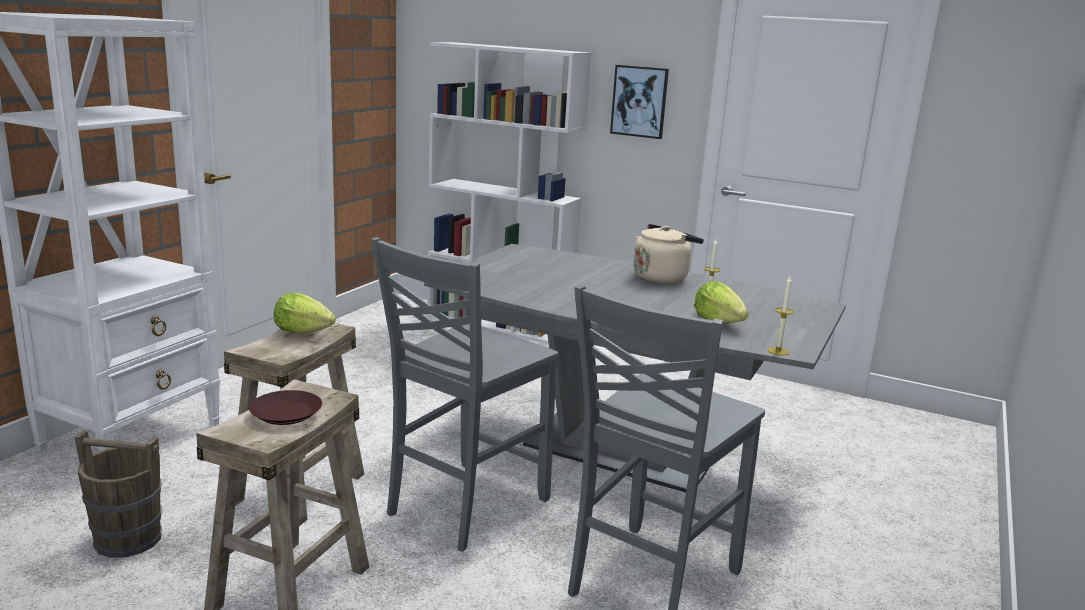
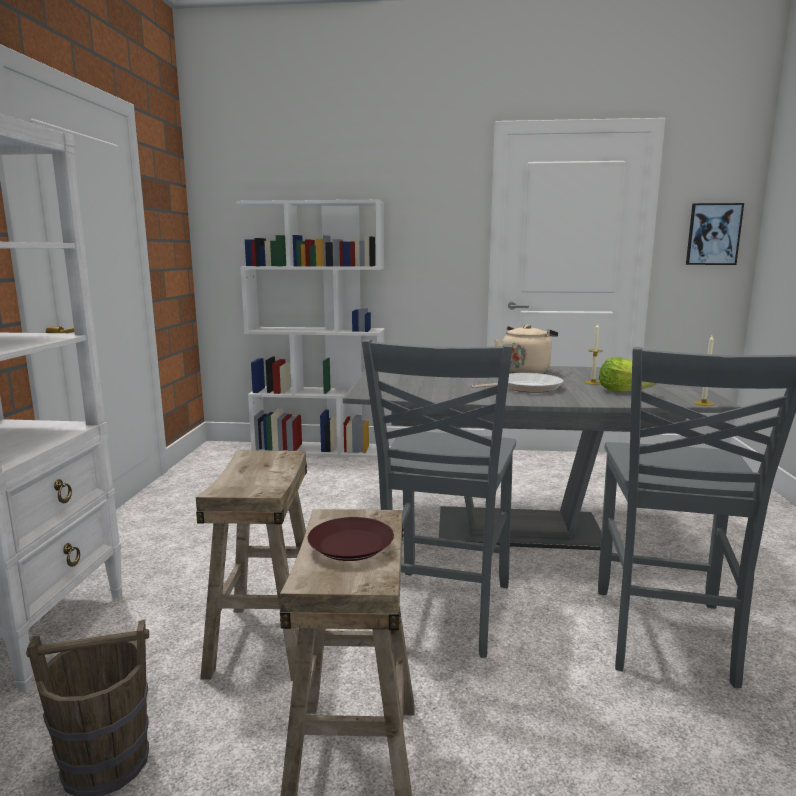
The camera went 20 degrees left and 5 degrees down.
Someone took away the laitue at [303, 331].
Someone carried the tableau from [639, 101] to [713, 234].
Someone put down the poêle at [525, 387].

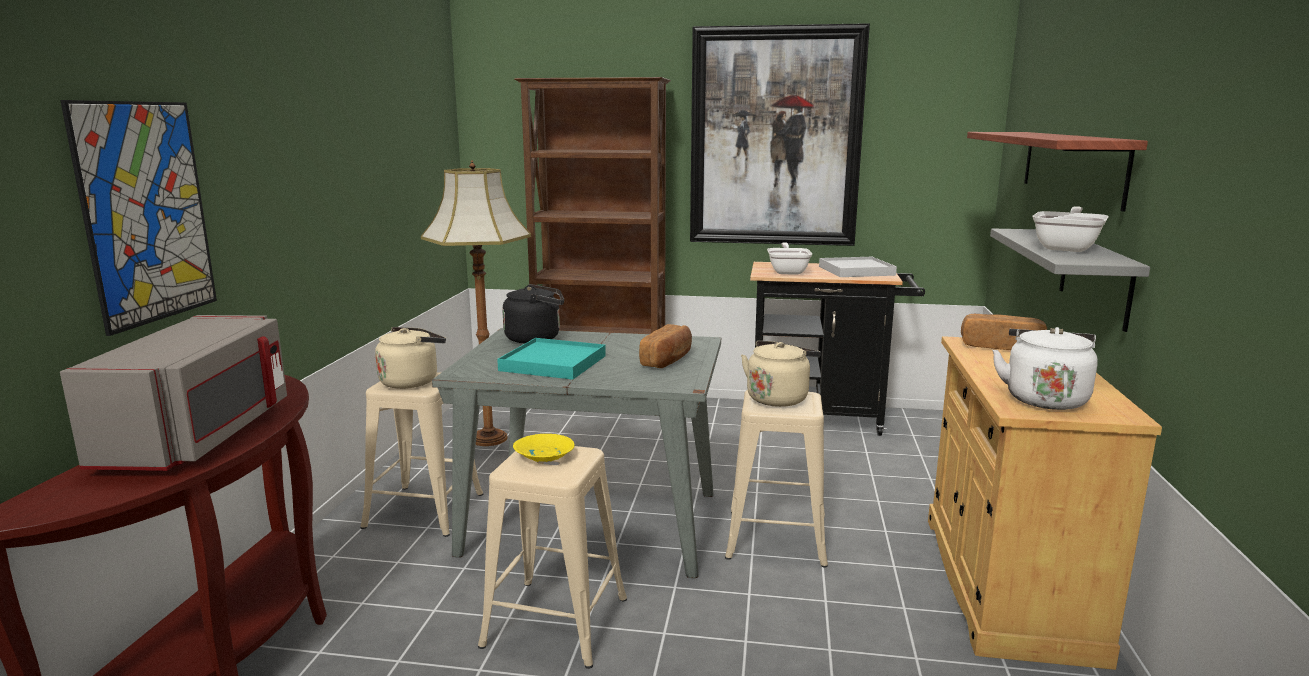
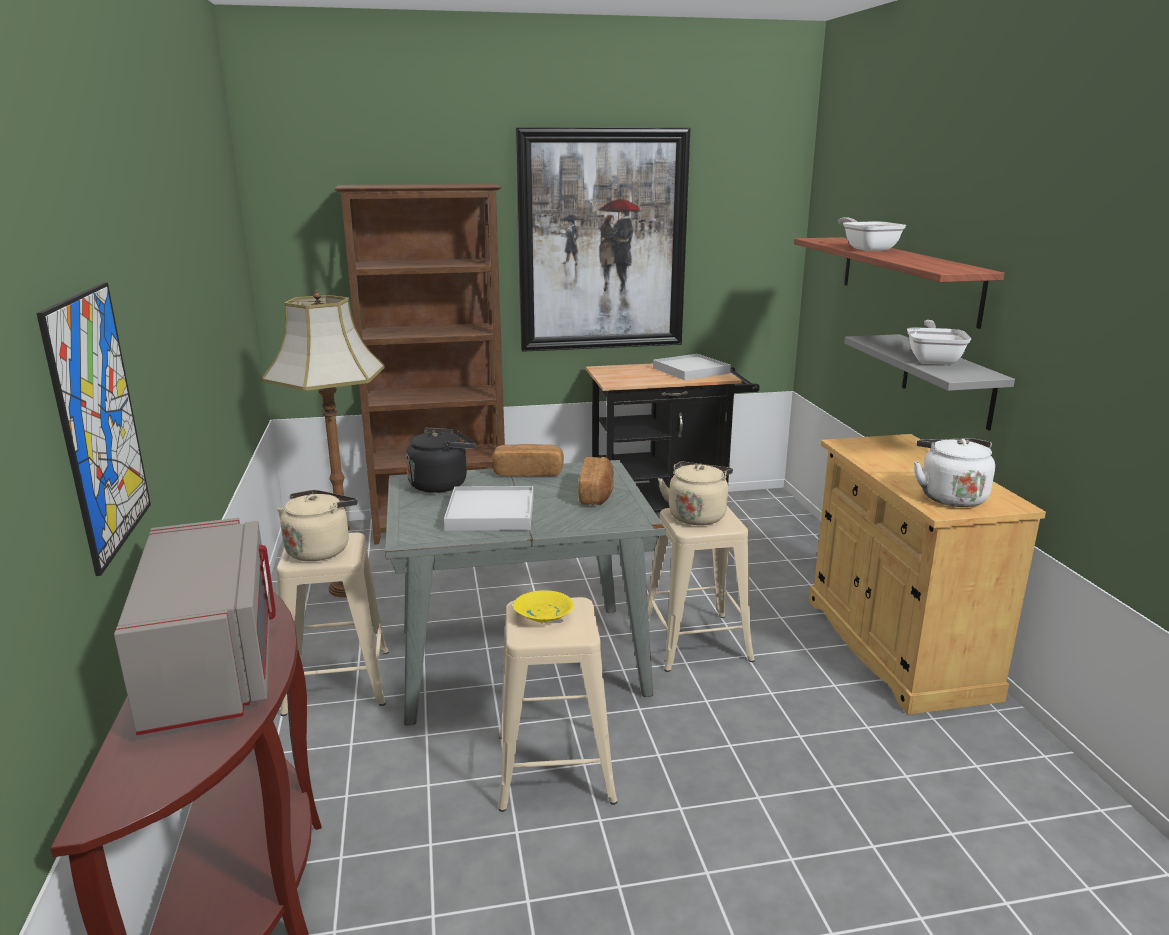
The camera went 20 degrees left and 5 degrees up.
Someone repainted the plateau/turquoise at [553, 363], which became the plateau/blanc at [491, 513].
Someone carried the poêle from [788, 271] to [867, 249].
Someone carried the pain from [1001, 346] to [528, 472].

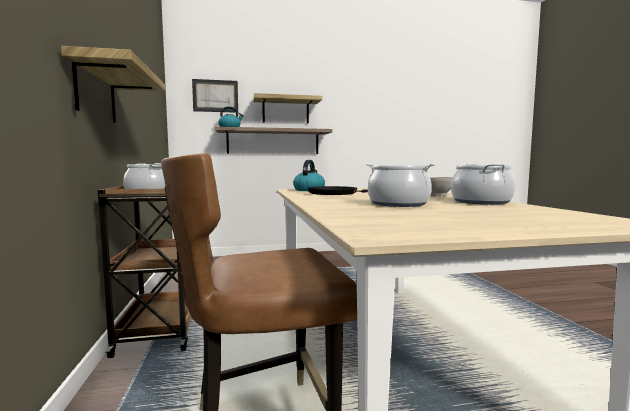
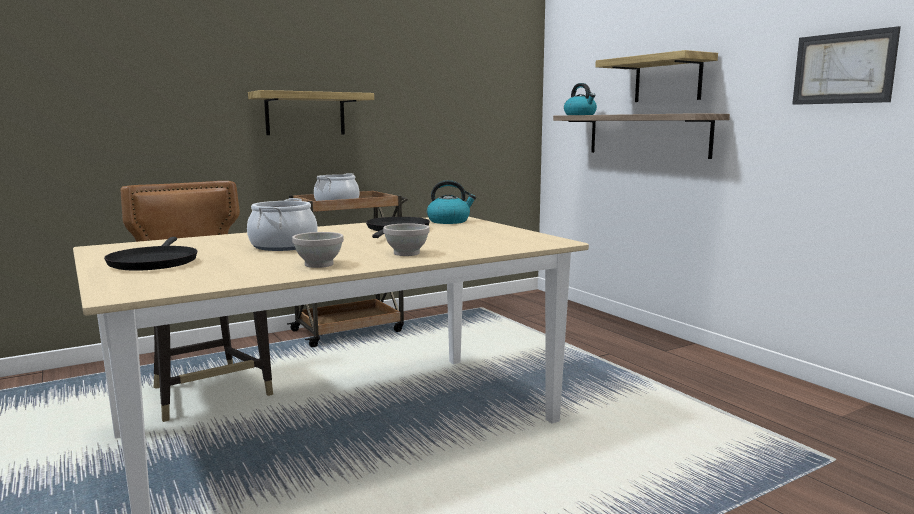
The camera went 70 degrees right and 5 degrees up.
Someone carried the tableau from [215, 96] to [843, 68].
Someone swapped the marmite at [481, 202] for the bol/blanc at [319, 264].
Someone put down the poêle/noir at [154, 262].

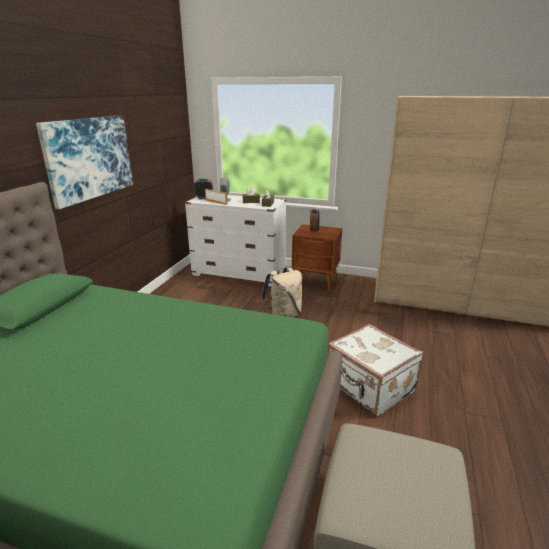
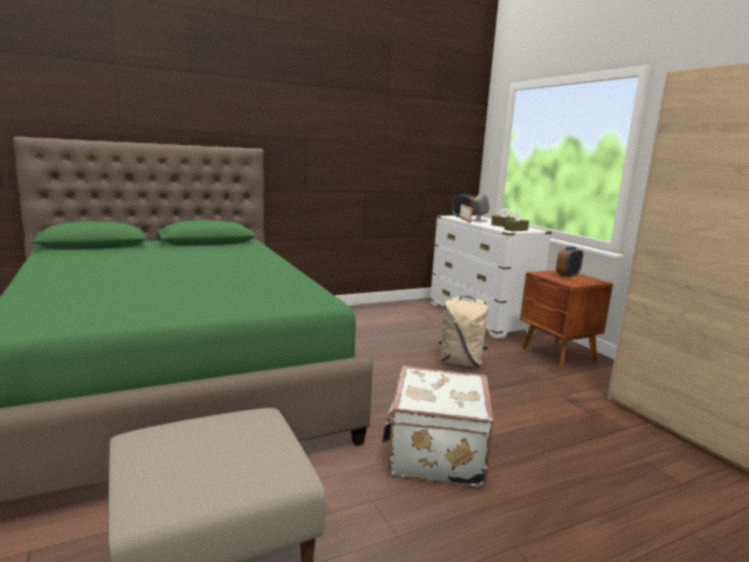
The camera went 45 degrees right and 10 degrees down.
Someone took away the tableau at [89, 158].

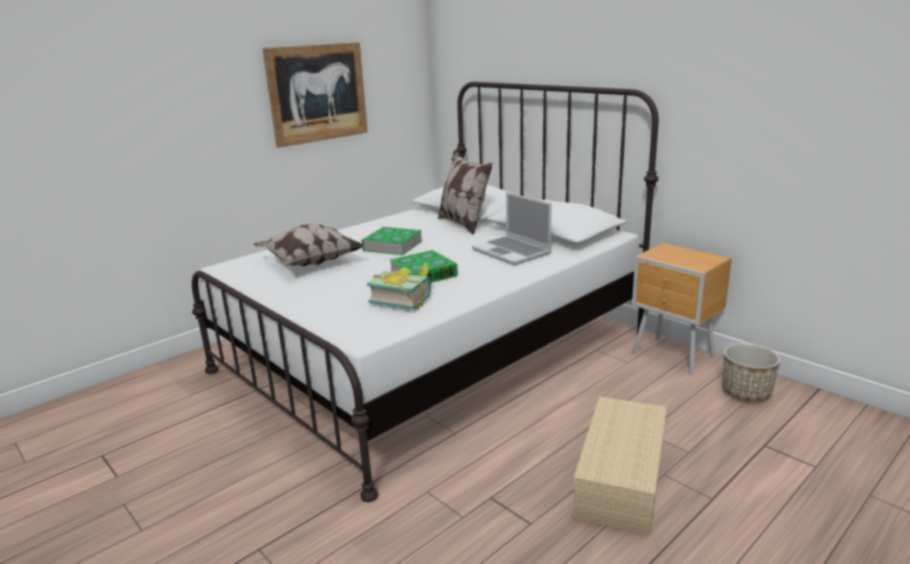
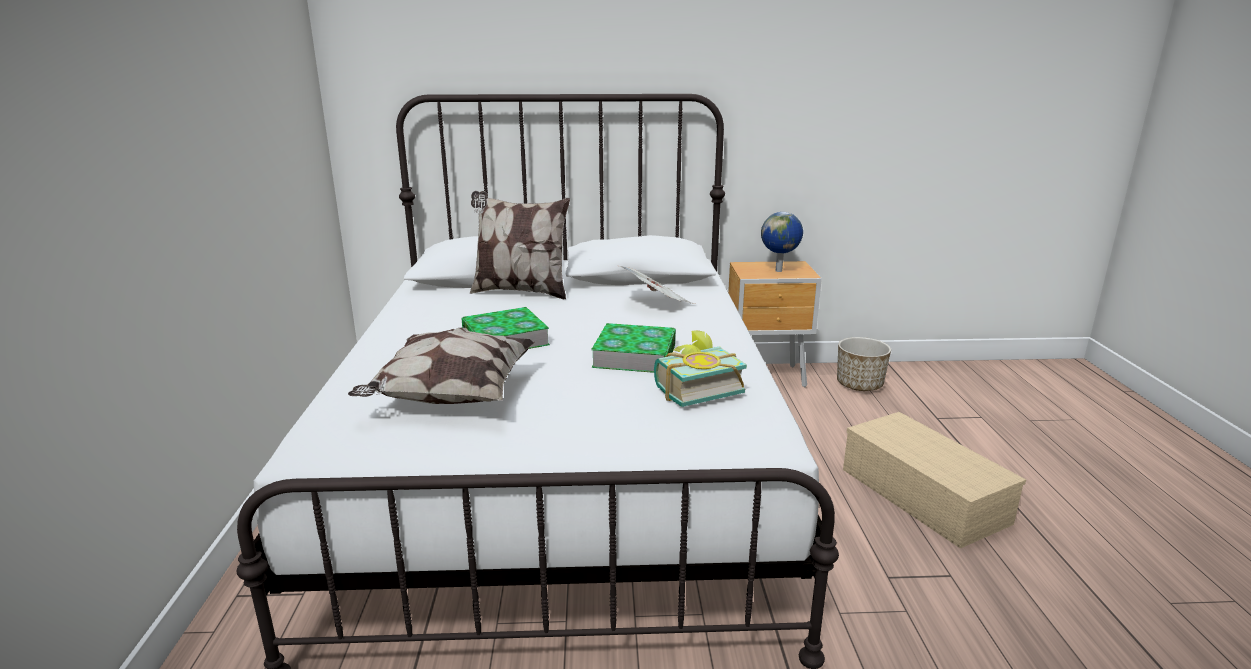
The camera went 50 degrees left and 0 degrees up.
Someone took away the tableau at [318, 93].
Someone swapped the ordinateur portable at [512, 252] for the journal at [657, 304].
Someone put down the globe at [779, 271].

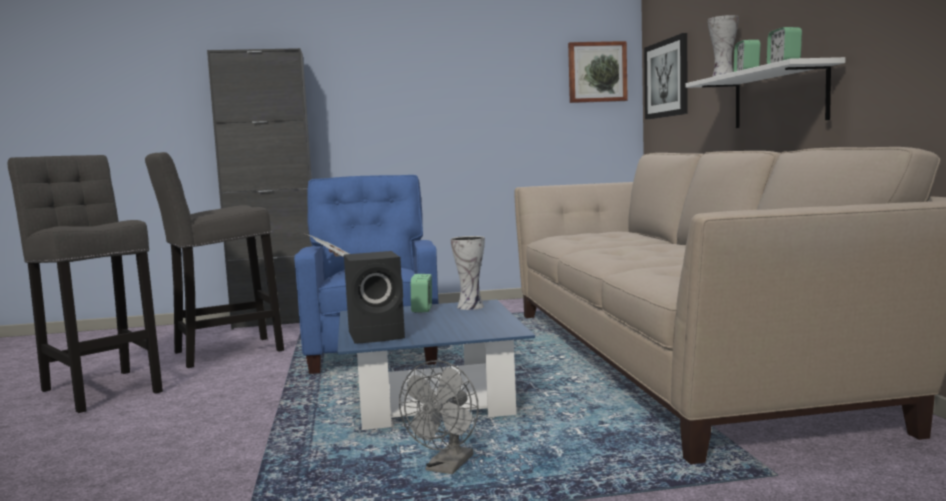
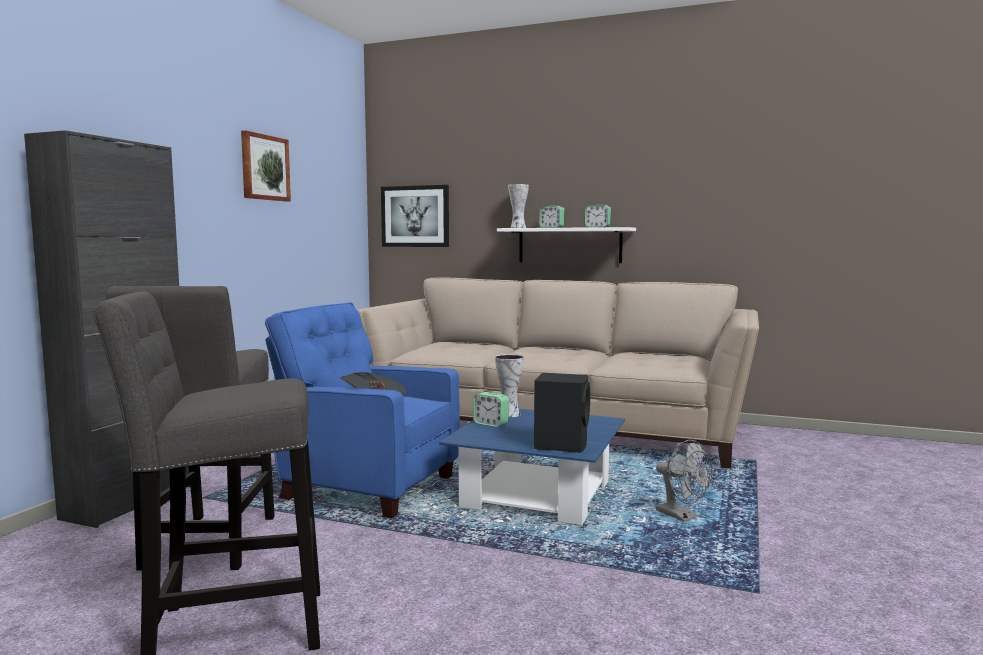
The camera went 60 degrees left and 0 degrees up.
Someone carried the tableau from [597, 72] to [264, 167].

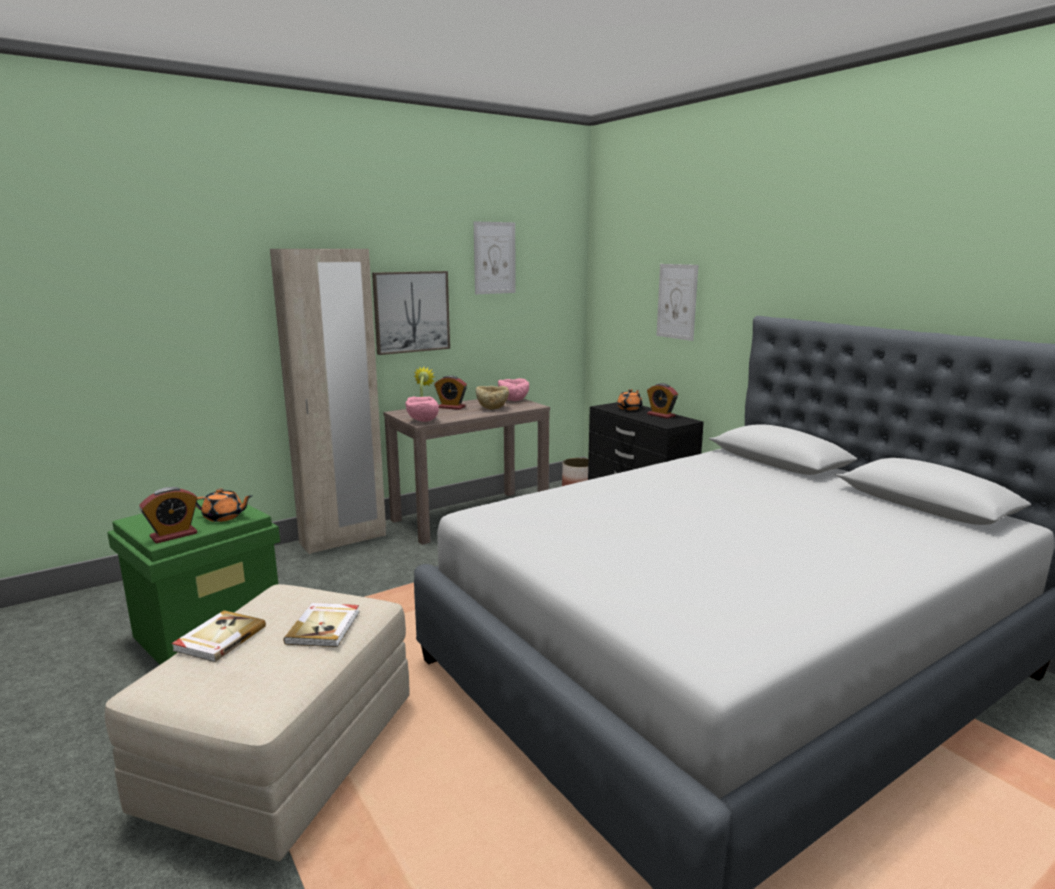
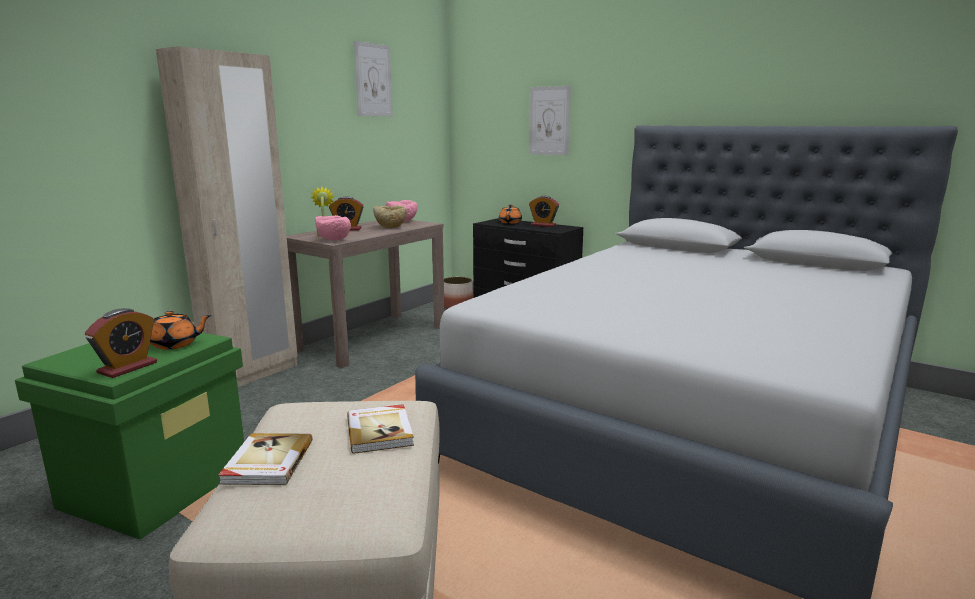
The camera went 20 degrees left and 0 degrees up.
Someone took away the tableau at [411, 312].

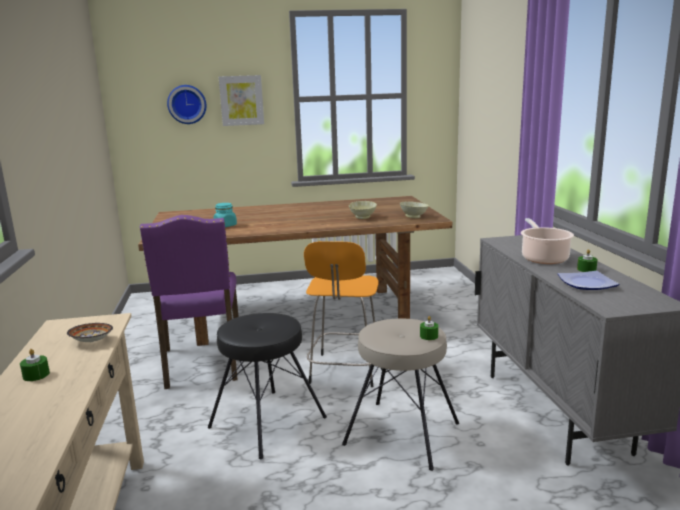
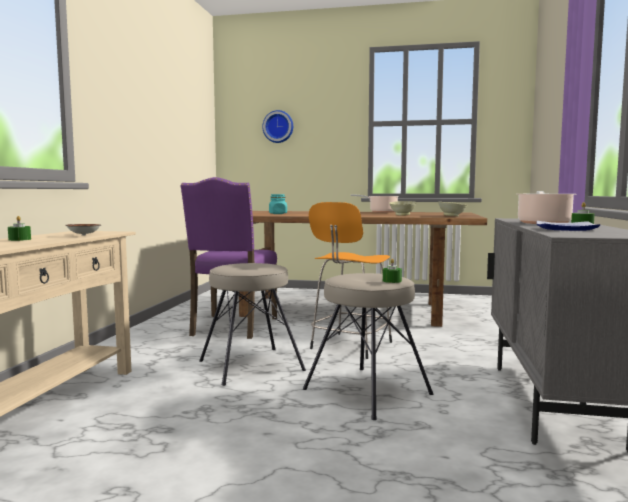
The camera went 20 degrees right and 10 degrees down.
Someone repainted the tabouret/noir at [266, 422], which became the tabouret/beige at [250, 365].
Someone took away the tableau at [241, 100].
Someone put down the marmite at [381, 212].

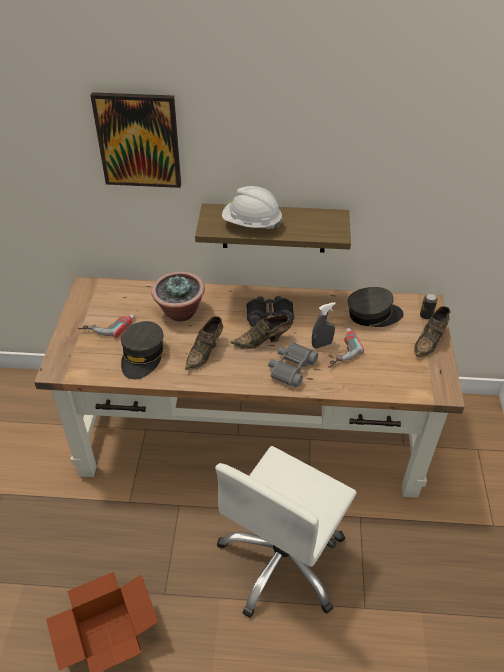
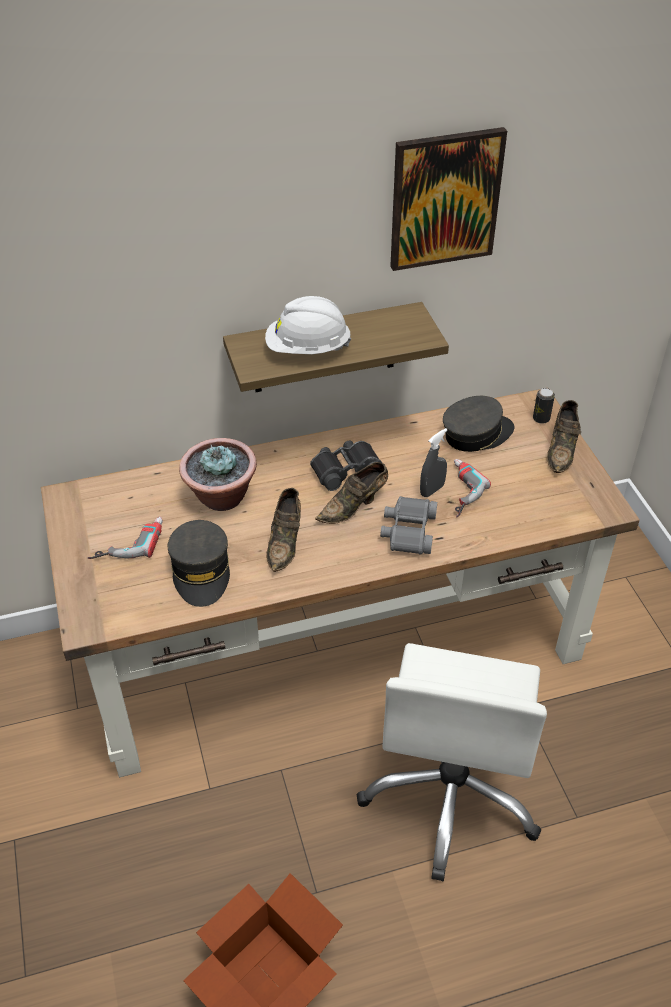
The camera went 20 degrees left and 0 degrees up.
Someone carried the tableau from [138, 140] to [445, 199].

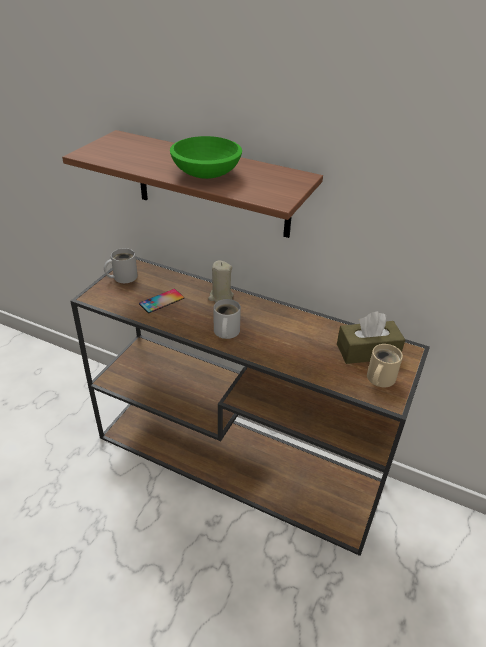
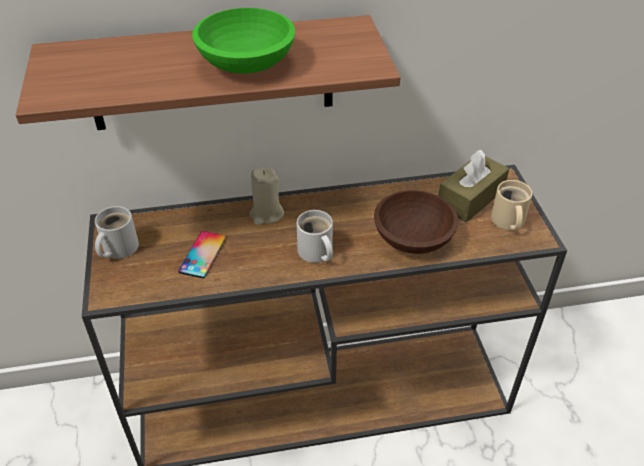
The camera went 35 degrees left and 5 degrees up.
Someone put down the bol/marron at [414, 238].

